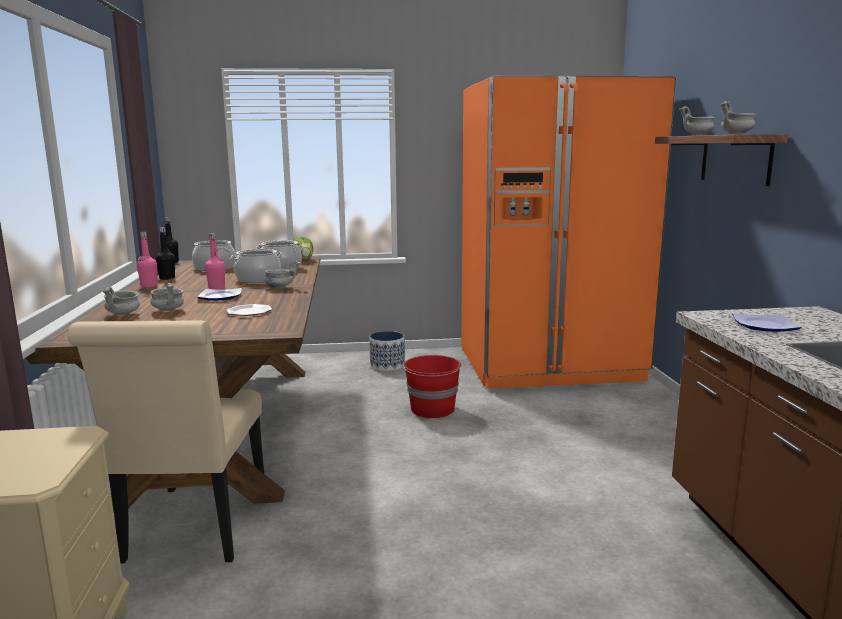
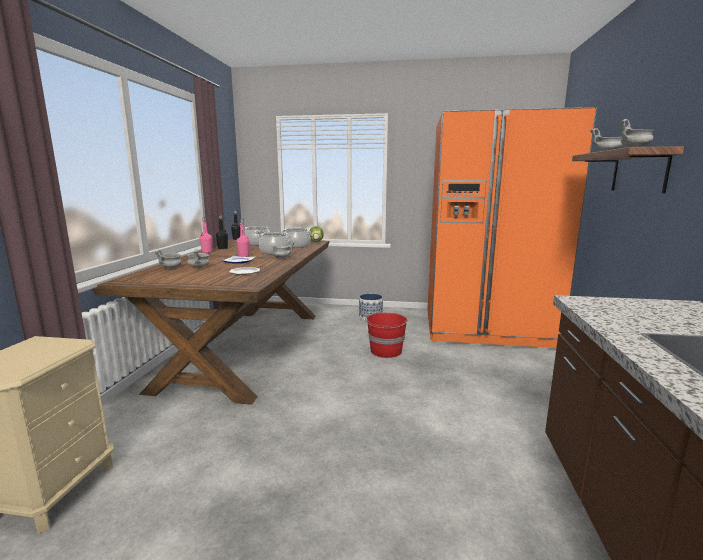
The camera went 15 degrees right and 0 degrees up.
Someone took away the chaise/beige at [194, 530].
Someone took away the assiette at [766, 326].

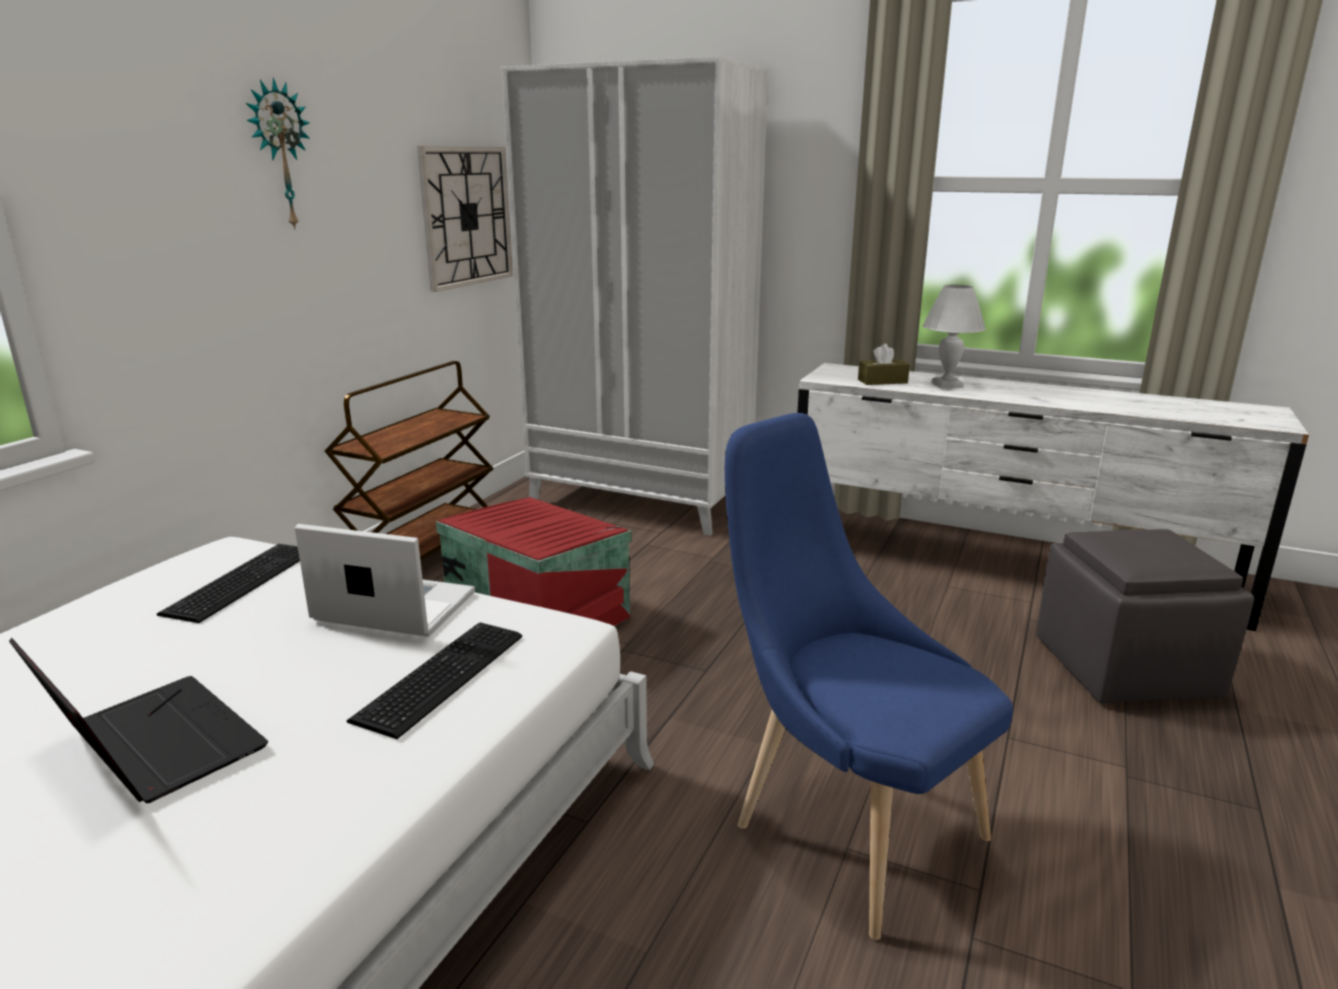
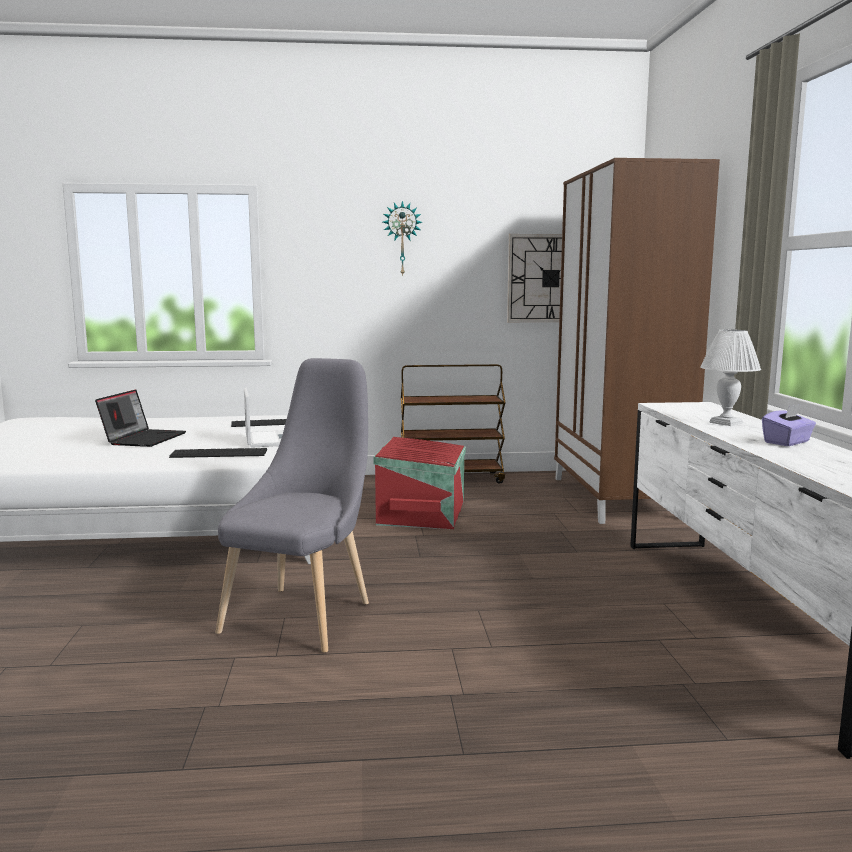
The camera went 60 degrees right and 10 degrees down.
Someone repainted the armoire/blanc at [642, 499], which became the armoire/marron at [618, 498].
Someone repainted the chaise/bleu at [845, 825], which became the chaise/gris at [303, 614].
Someone took away the boîte à mouchoirs/marron at [882, 381].
Someone took away the pouf/gris at [1124, 669].
Someone put down the boîte à mouchoirs/violet at [787, 442].

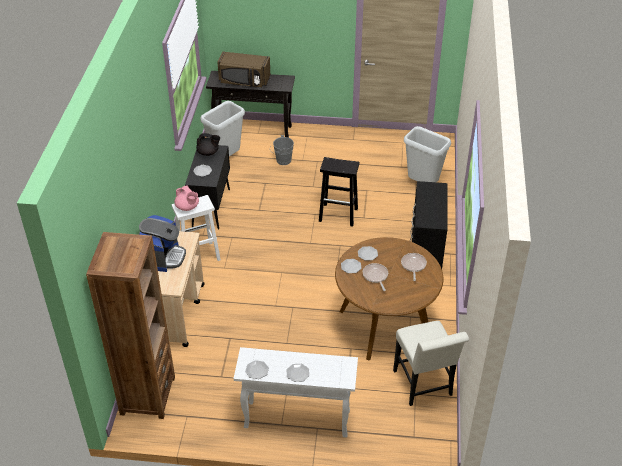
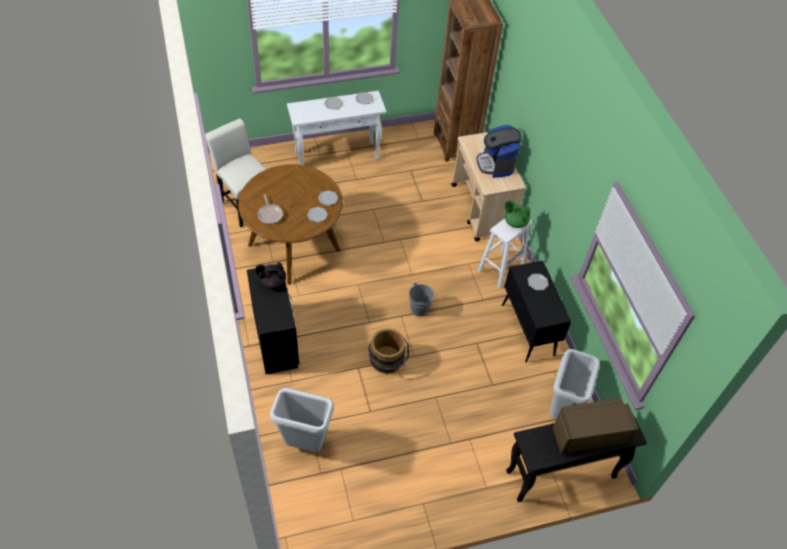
The camera went 155 degrees right and 10 degrees up.
Someone repainted the théière/rose at [187, 207], which became the théière/vert at [515, 222].
Someone carried the théière/noir from [208, 153] to [272, 282].
Someone carried the seau/gris from [282, 160] to [421, 308].
Someone swapped the tabouret/noir at [339, 215] for the seau/marron at [387, 363].
Someone took away the poêle at [375, 276].

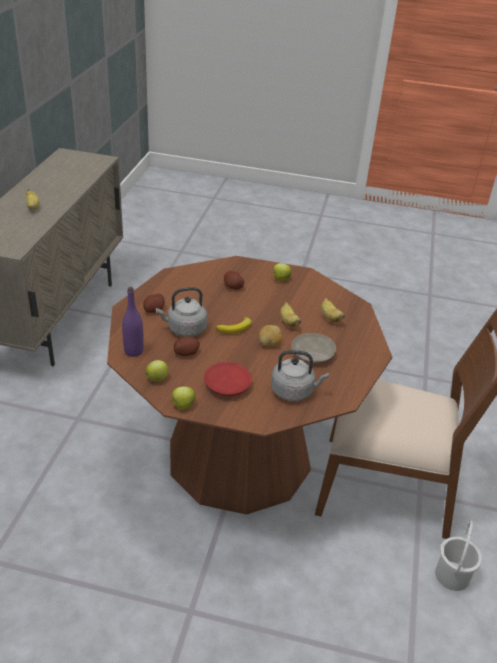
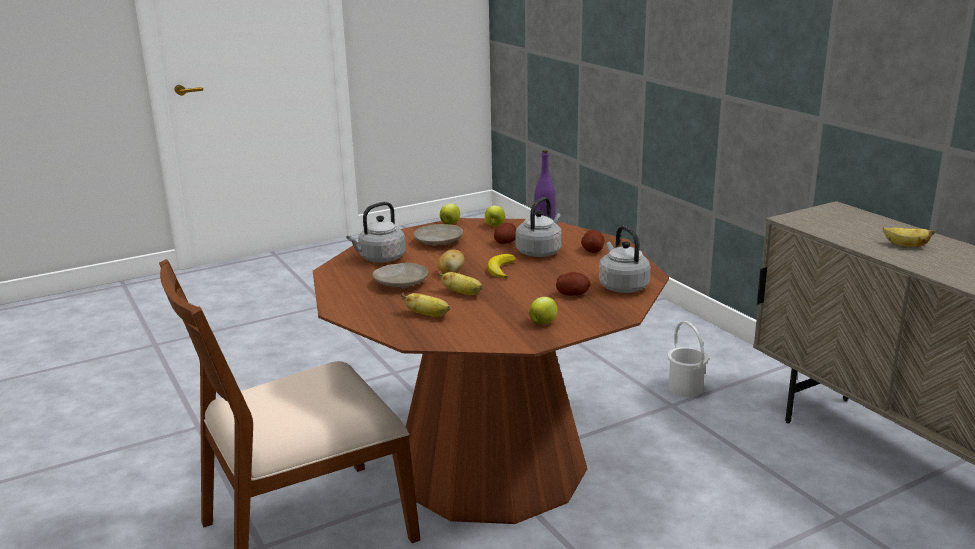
The camera went 140 degrees right and 15 degrees down.
Someone repainted the assiette/rouge at [228, 385], which became the assiette/beige at [438, 242].
Someone carried the seau/blanc from [453, 575] to [685, 388].
Someone put down the bouilloire/gris at [622, 286].

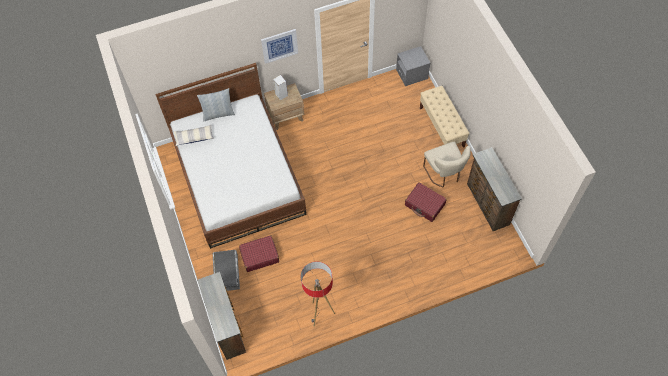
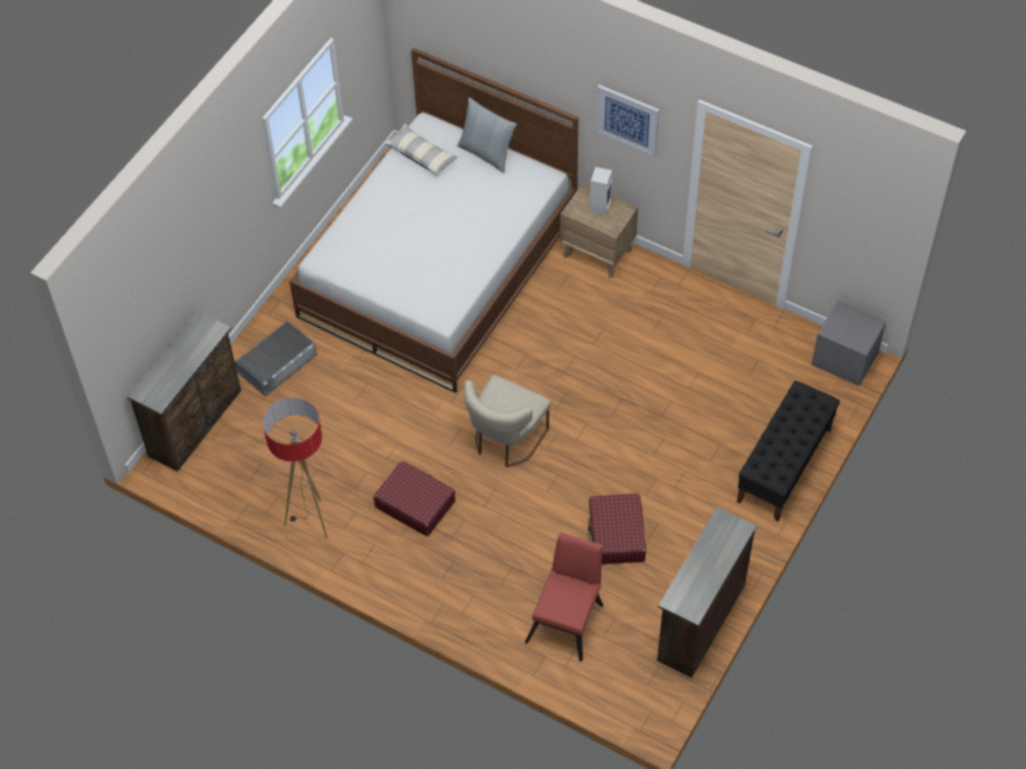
The camera went 50 degrees right and 5 degrees down.
Someone carried the valise/rouge from [259, 256] to [415, 504].
Someone repainted the banc/beige at [442, 127], which became the banc/noir at [784, 466].
Someone carried the chaise/beige from [444, 174] to [505, 441].
Someone put down the chaise/rouge at [567, 619].

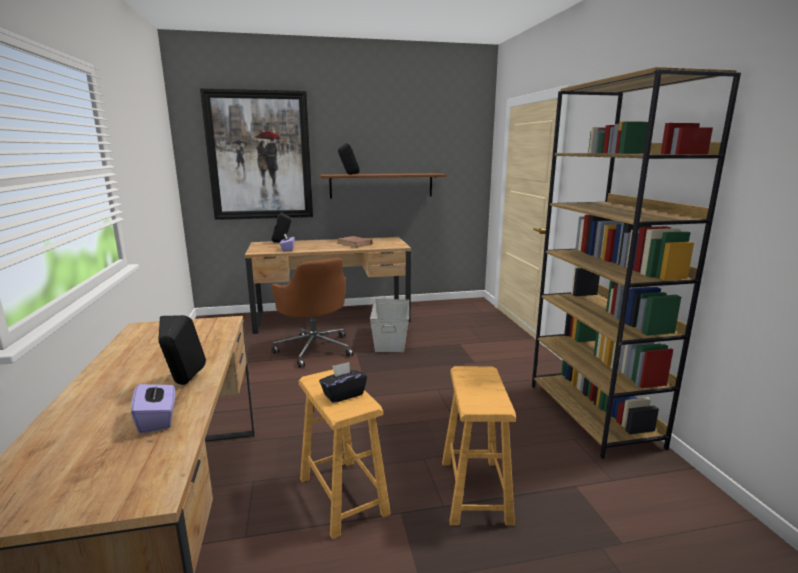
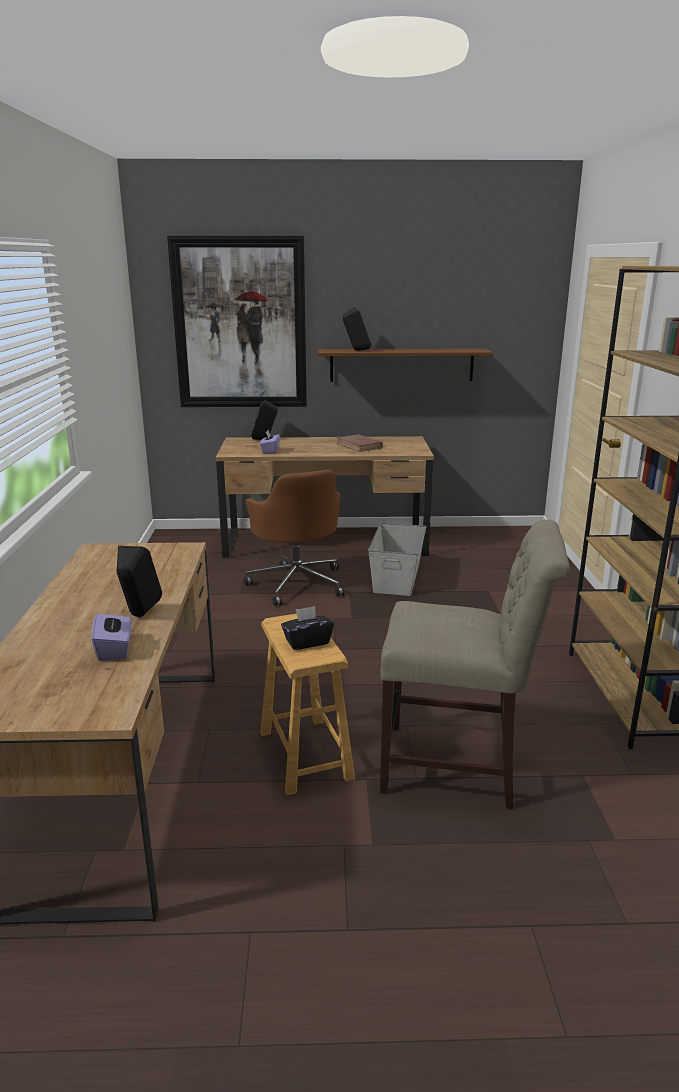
The camera went 10 degrees right and 5 degrees up.
Someone swapped the tabouret/marron at [475, 491] for the chaise/beige at [458, 767].

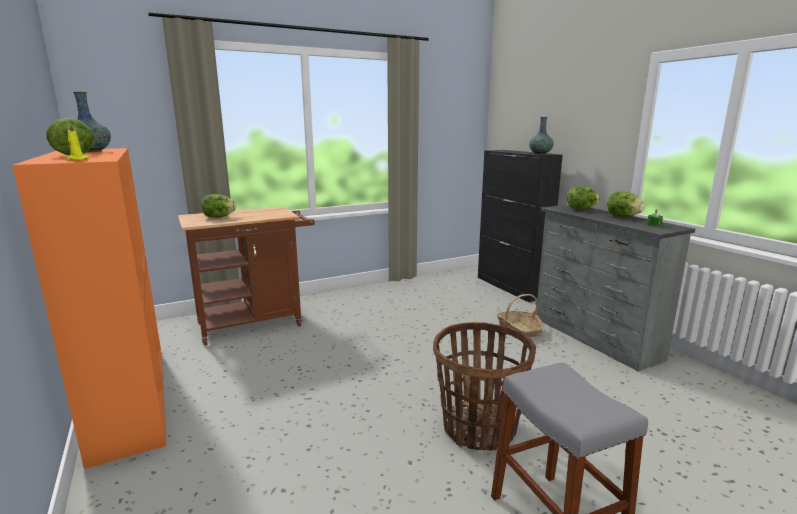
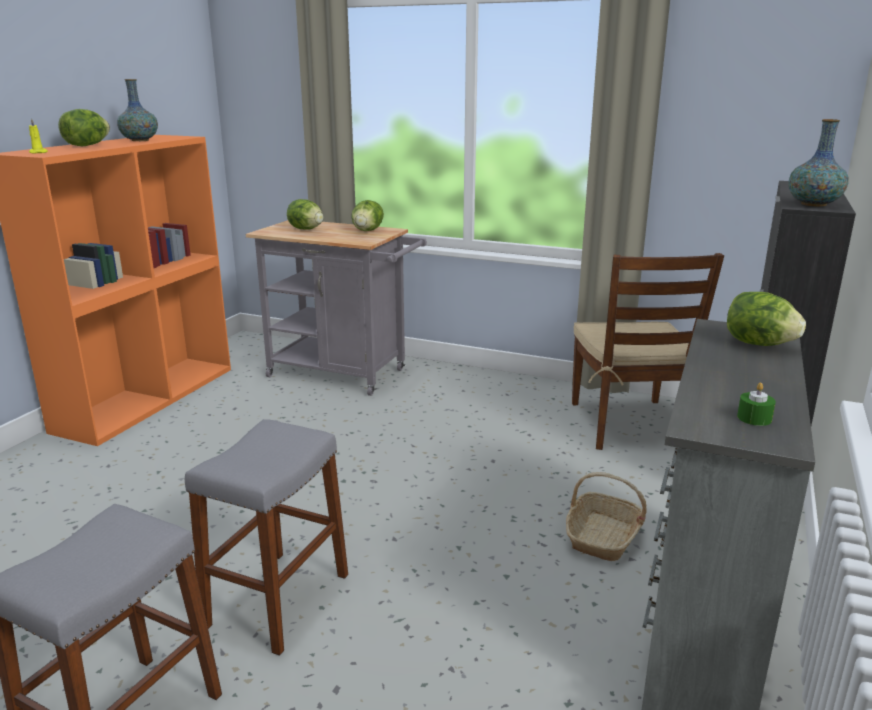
The camera went 50 degrees right and 5 degrees up.
Someone repainted the chariot/marron at [256, 323], which became the chariot/gris at [344, 374].
Someone swapped the panier at [479, 428] for the tabouret/gris at [277, 600].
Someone carried the laitue from [622, 216] to [367, 231].
Someone put down the chaise/marron at [629, 424].

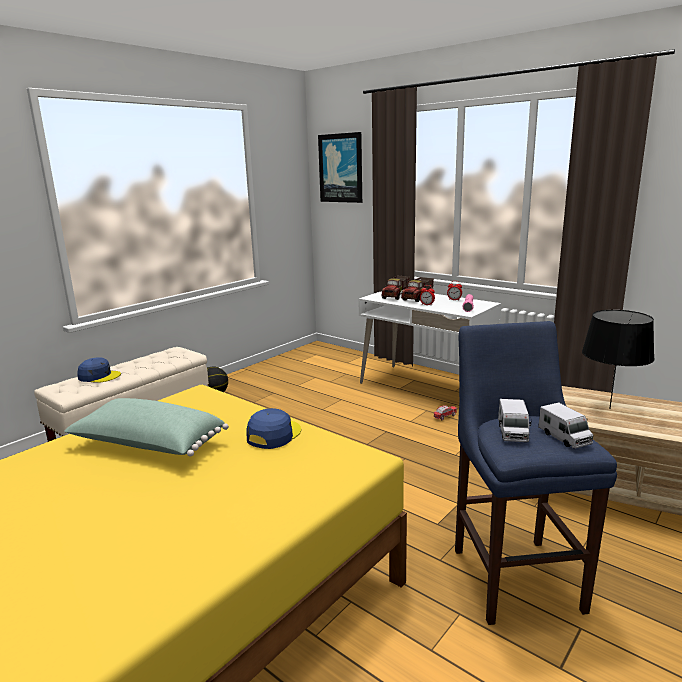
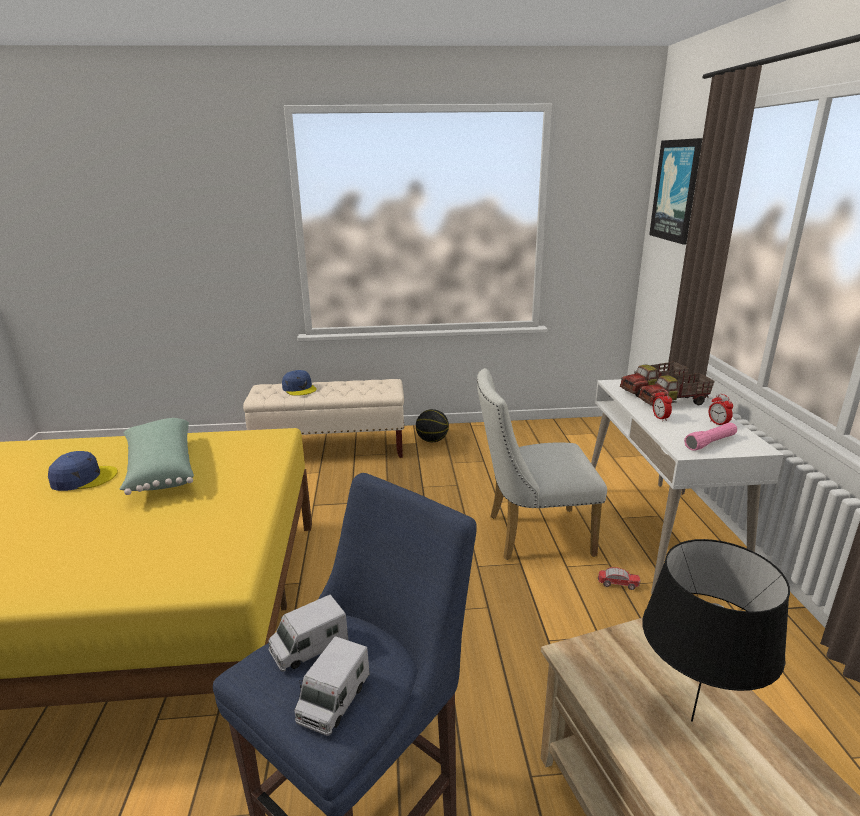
The camera went 45 degrees right and 5 degrees up.
Someone carried the casquette/bleu from [273, 435] to [83, 478].
Someone put down the chaise/blanc at [531, 535].

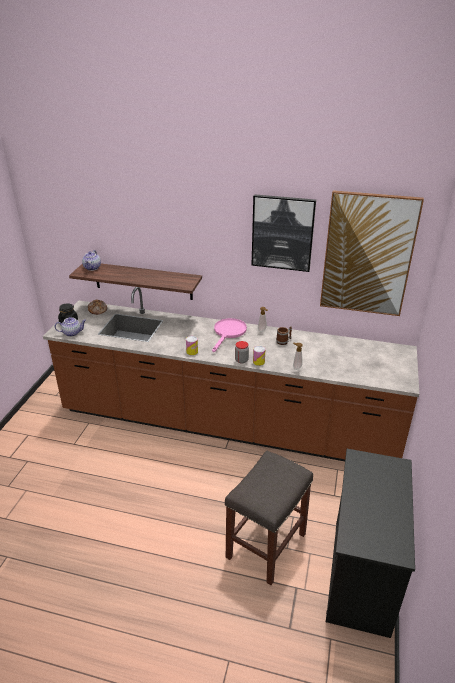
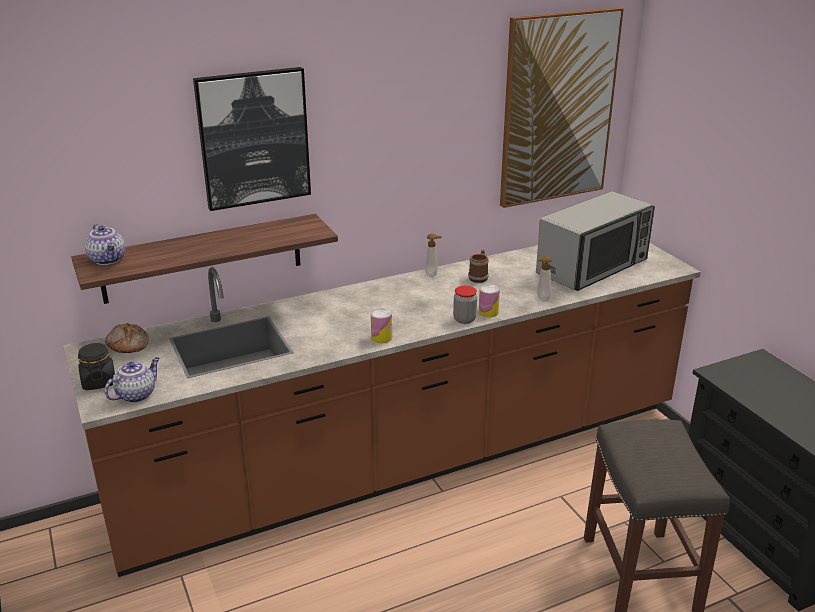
The camera went 40 degrees left and 5 degrees down.
Someone took away the poêle/rose at [228, 333].
Someone carried the tableau from [282, 233] to [253, 138].
Someone put down the micro-ondes at [593, 267].

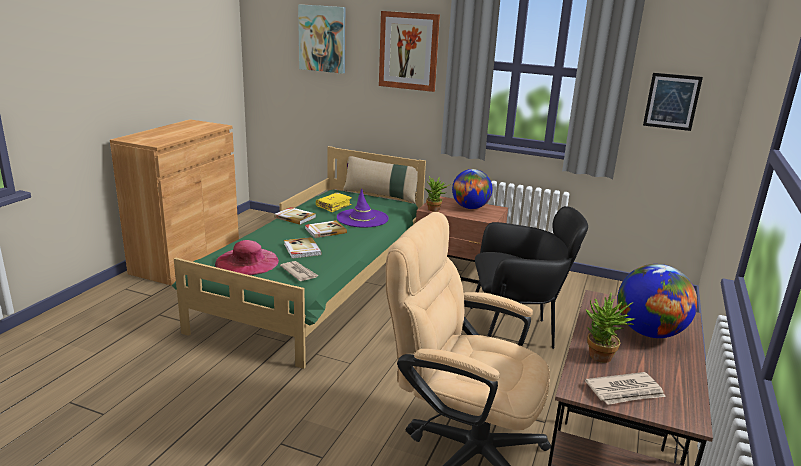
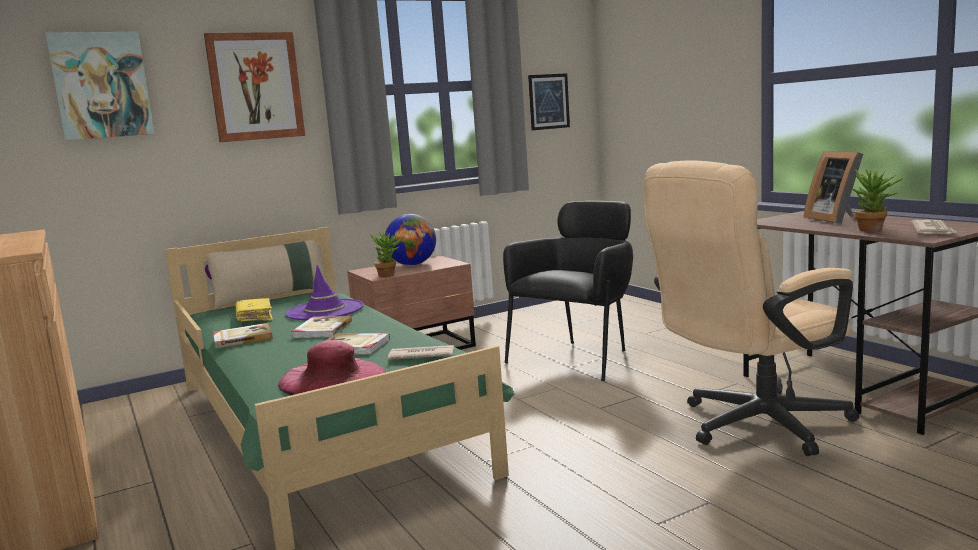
The camera went 50 degrees left and 10 degrees down.
Someone swapped the globe at [649, 332] for the cadre photo at [835, 219].

